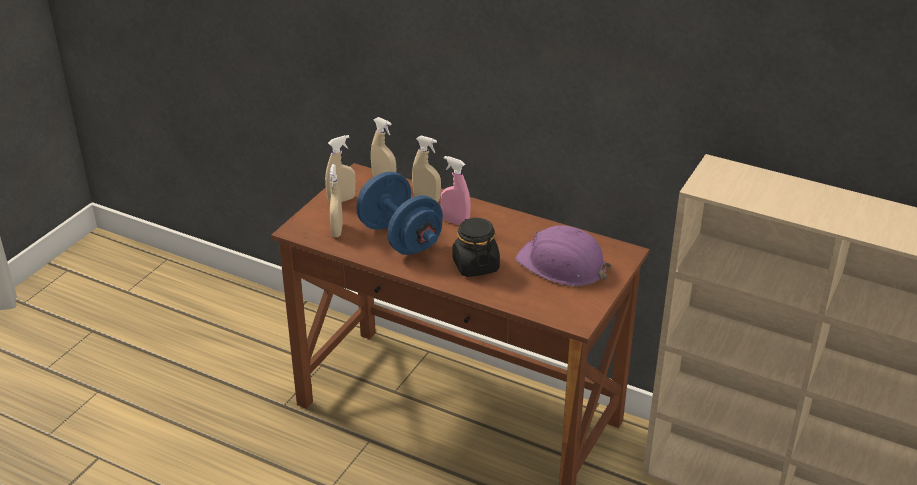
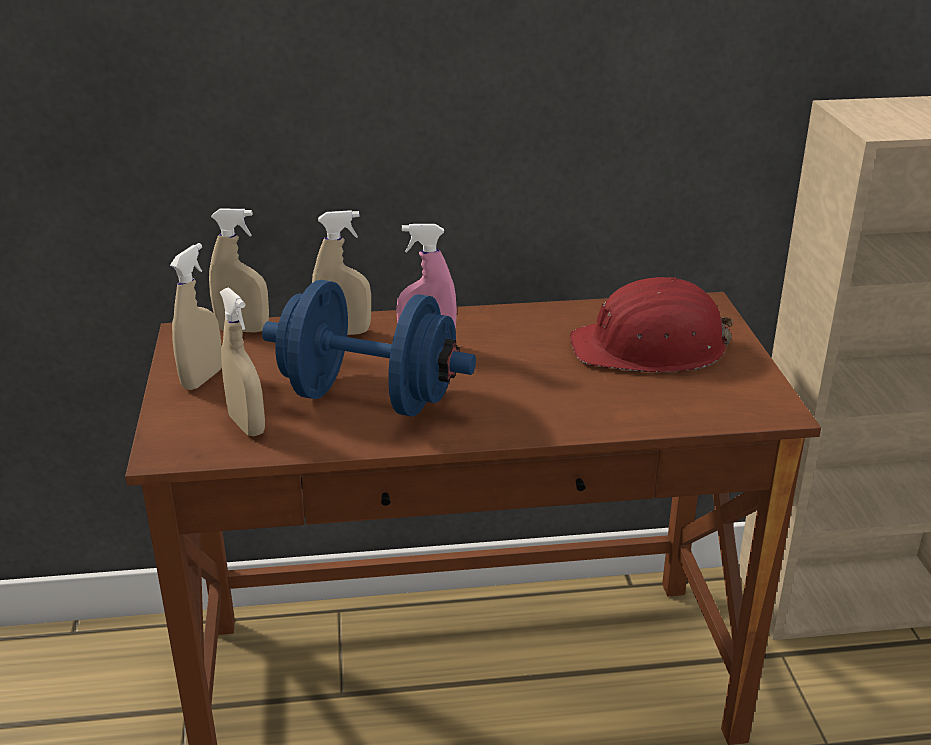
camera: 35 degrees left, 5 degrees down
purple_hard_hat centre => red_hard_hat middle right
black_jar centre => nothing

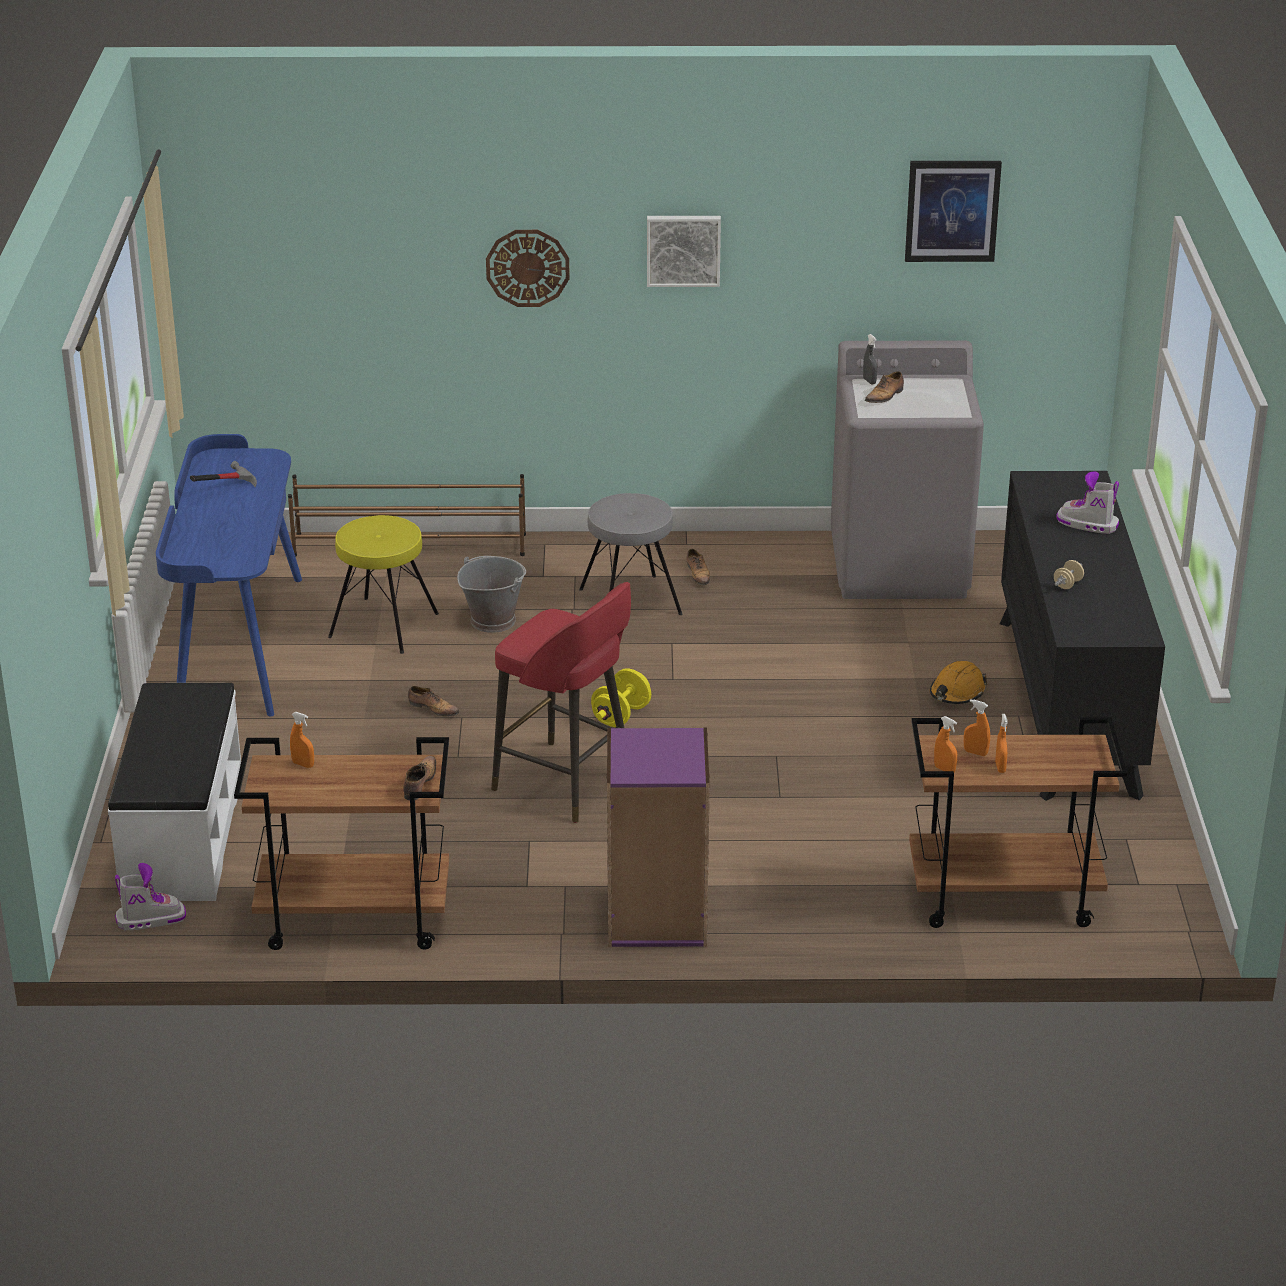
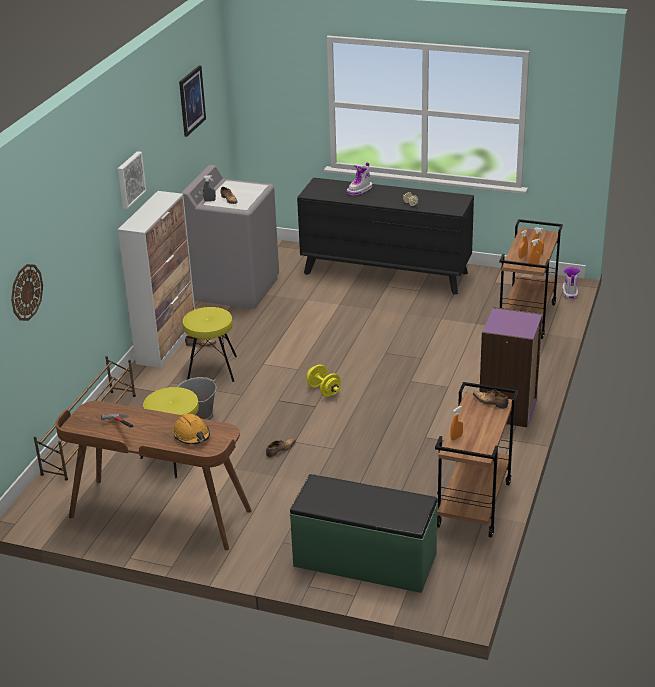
camera: 70 degrees left, 0 degrees up
wall_clock top centre => wall_clock middle left, relocated
blue_desk middle left => brown_desk bottom left
nothing => cabinet middle left
orange_hard_hat middle right => orange_hard_hat middle left, relocated
grey_stool centre => yellow_stool (no. 2 from left) middle left
white_bench middle left => green_bench bottom centre
boot (no. 1 from left in the first image) bottom left => boot (no. 2 from left) middle right, relocated
red_stool centre => nothing

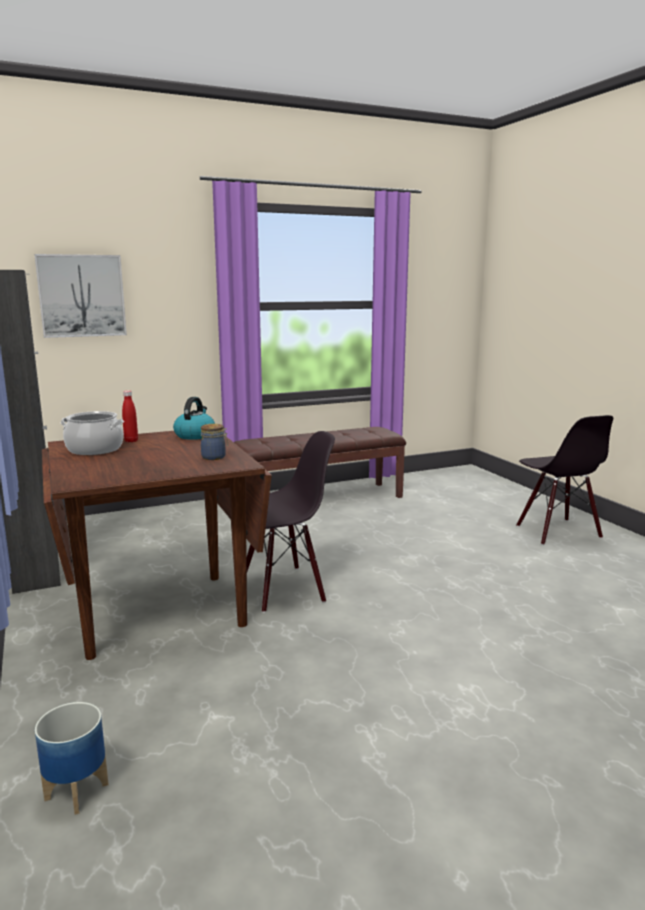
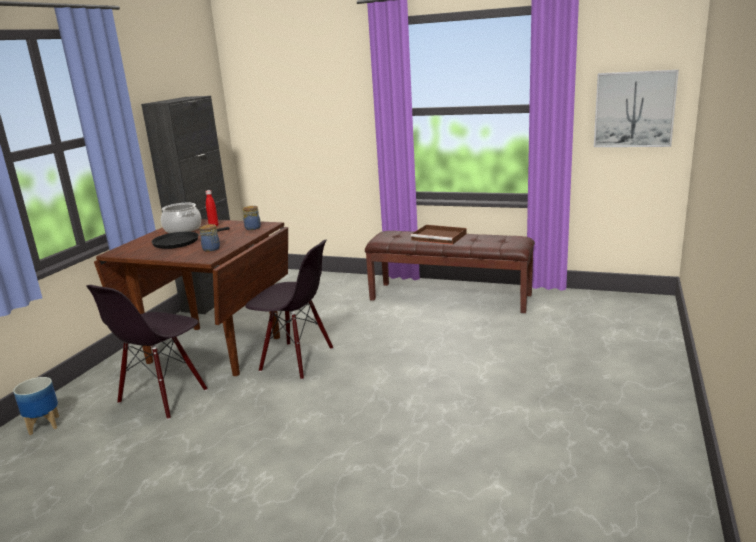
camera: 45 degrees right, 5 degrees up
black_chair (no. 2 from left in the first image) middle right => black_chair (no. 1 from left) middle left, relocated
nothing => black_frying_pan middle left
kettle middle left => jar (no. 2 from left) centre
nothing => brown_tray centre
picture top left => picture top right, relocated

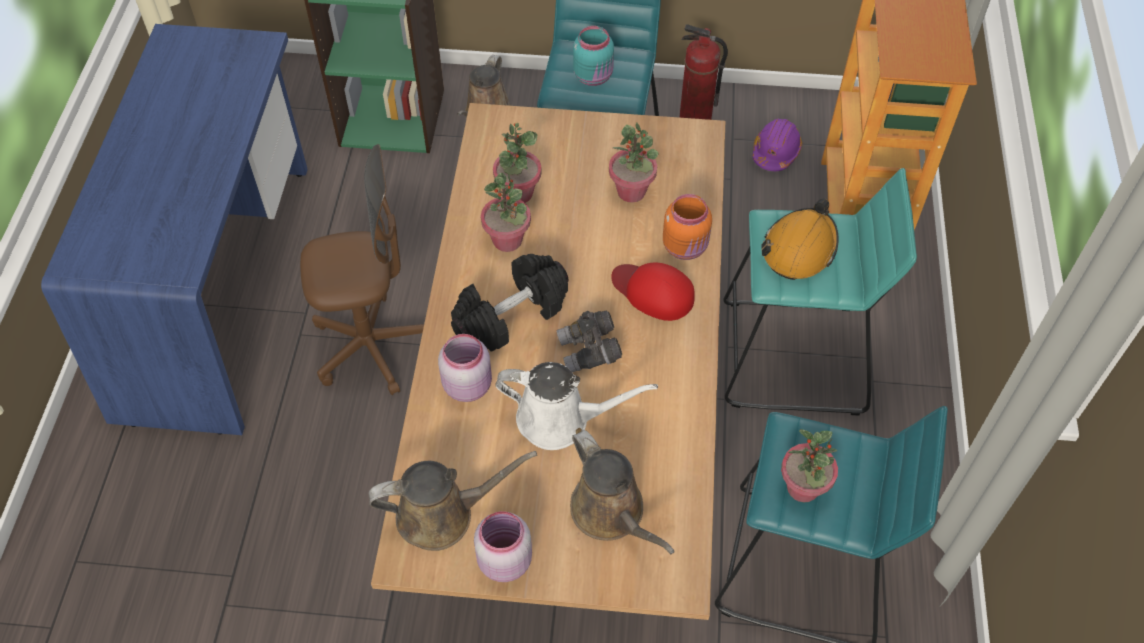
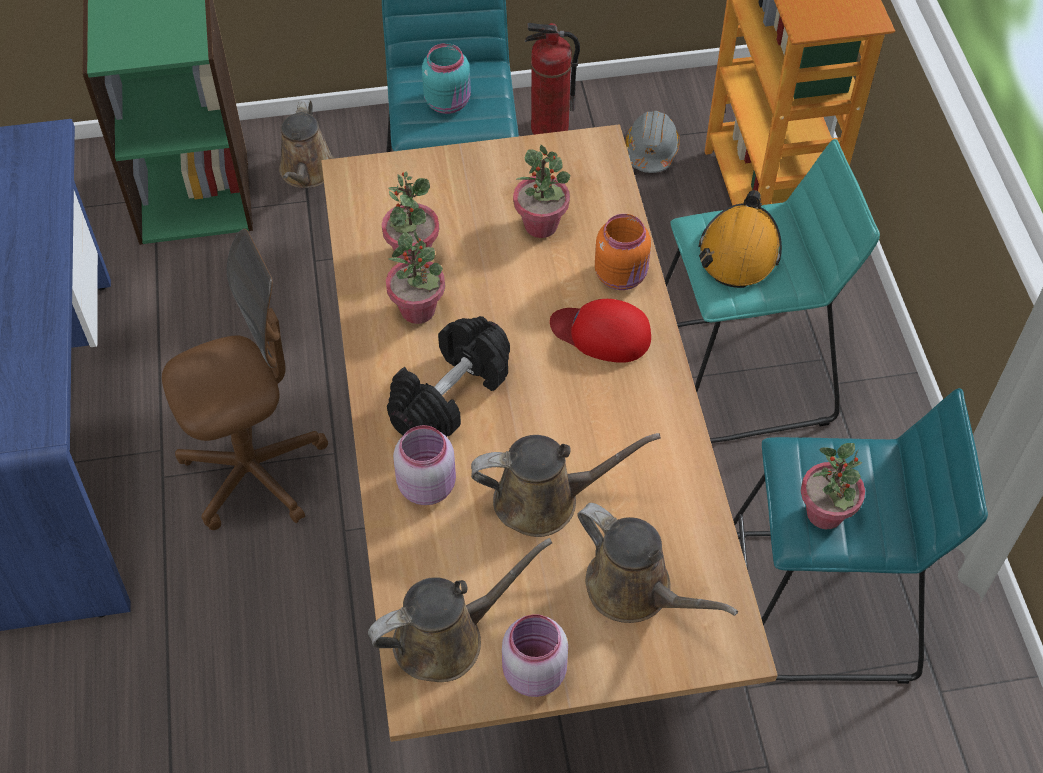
camera: 15 degrees left, 0 degrees up
white_watering_can centre => brown_watering_can (no. 3 from left) centre
purple_hard_hat top right => grey_hard_hat top centre
grey_binoculars centre => nothing

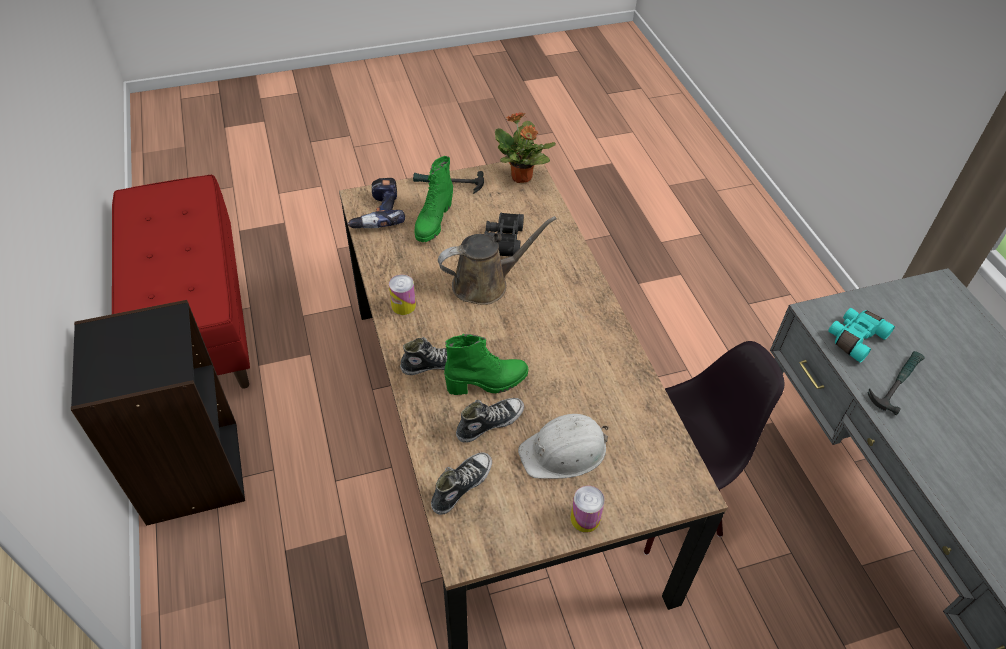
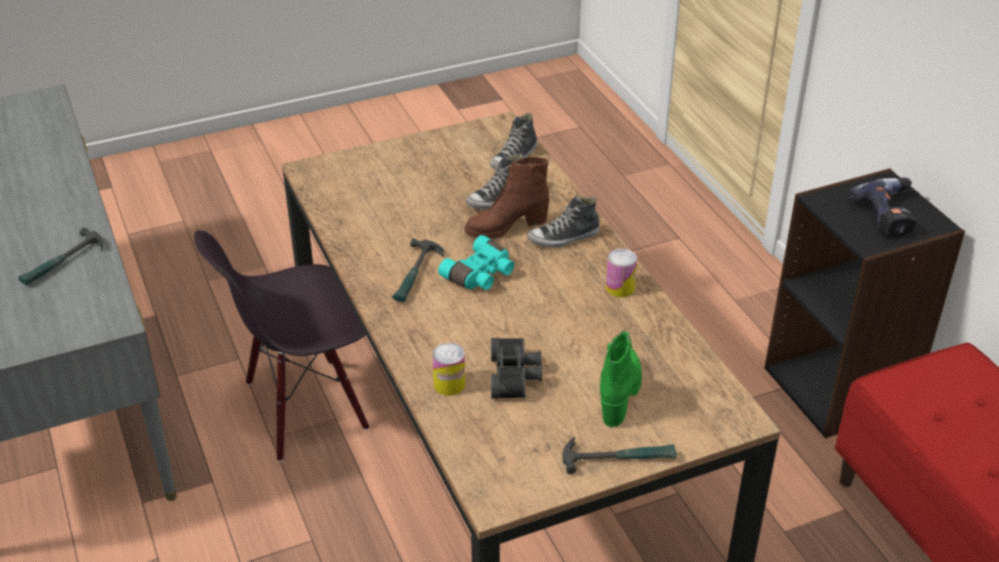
camera: 175 degrees right, 10 degrees down
nothing => hammer (no. 2 from left) centre
can (no. 2 from left in the first image) bottom centre => can (no. 1 from left) centre, relocated
turquoise_binoculars middle right => turquoise_binoculars centre, relocated
green_boot (no. 2 from left) centre => brown_boot centre
power_drill top centre => power_drill middle right, relocated
brown_watering_can centre => nothing
potted_plant top centre => nothing
white_hard_hat bottom centre => nothing

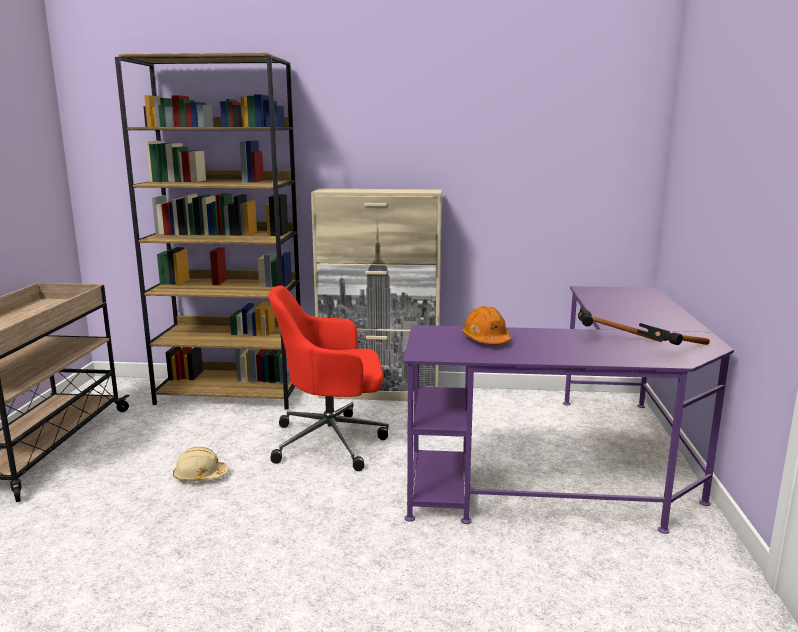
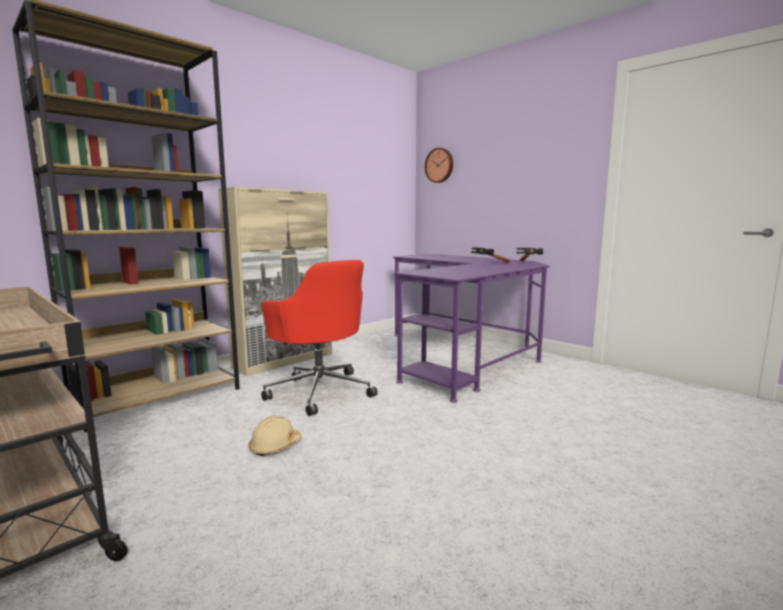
camera: 50 degrees left, 5 degrees down
red_office_chair centre, 75 degrees counterclockwise
nothing => wall_clock top centre
orange_hard_hat centre => nothing

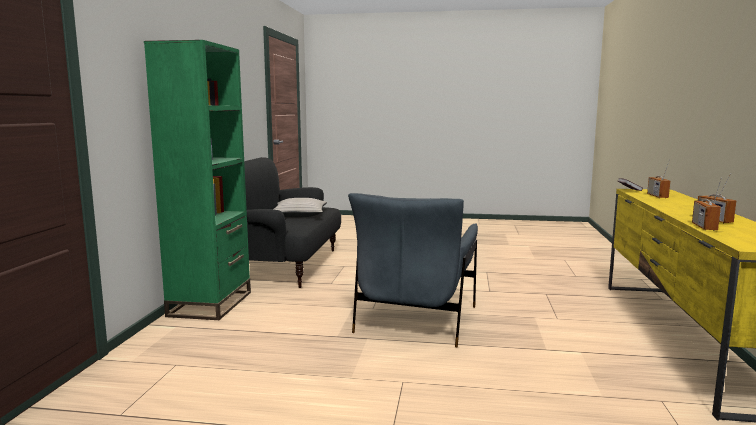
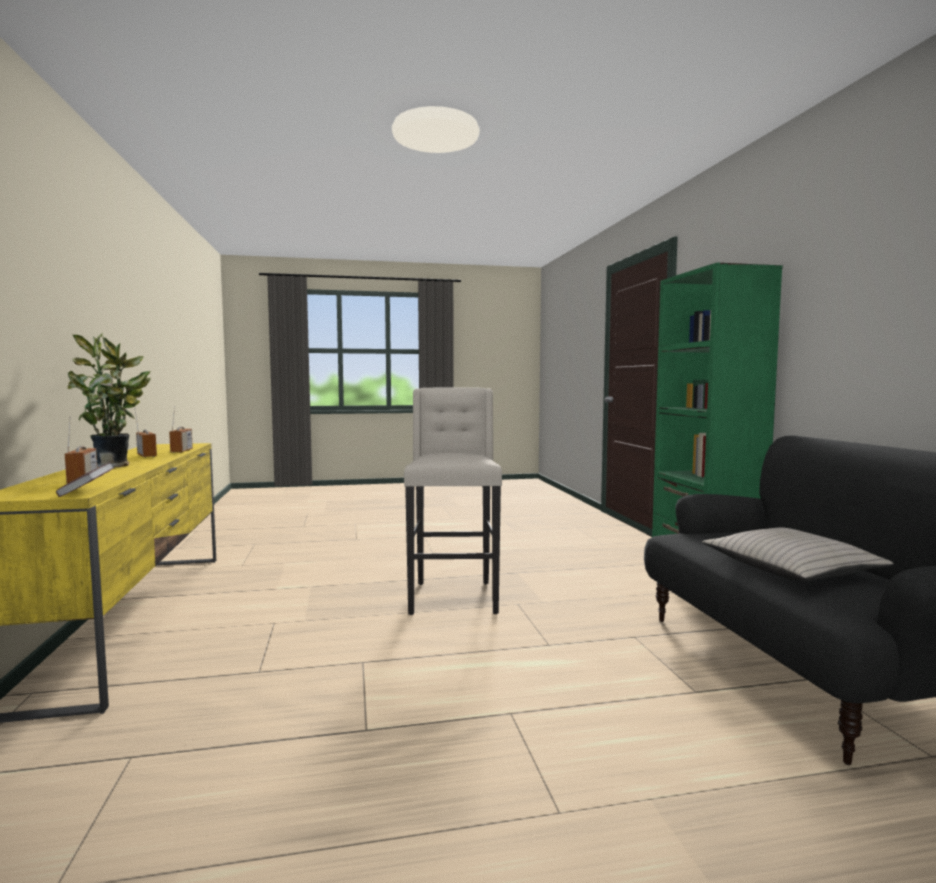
camera: 160 degrees right, 5 degrees down
nothing => potted_plant middle left
grey_armchair centre => beige_stool centre

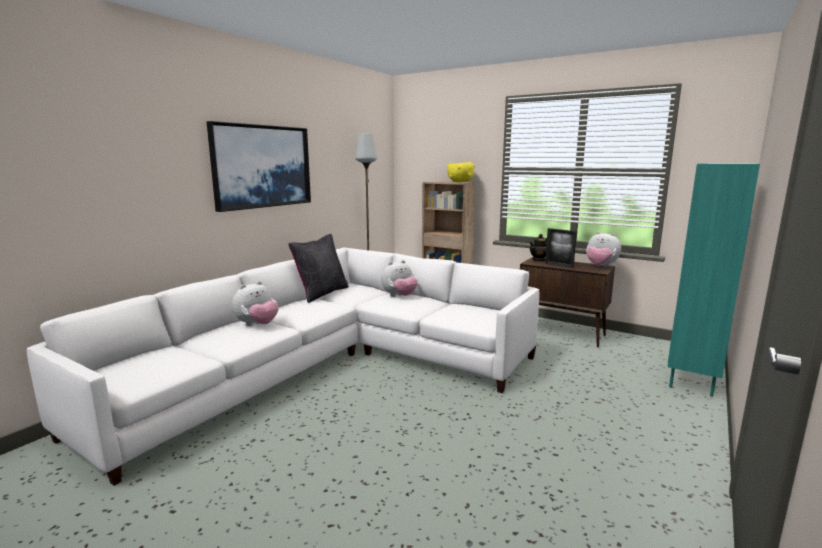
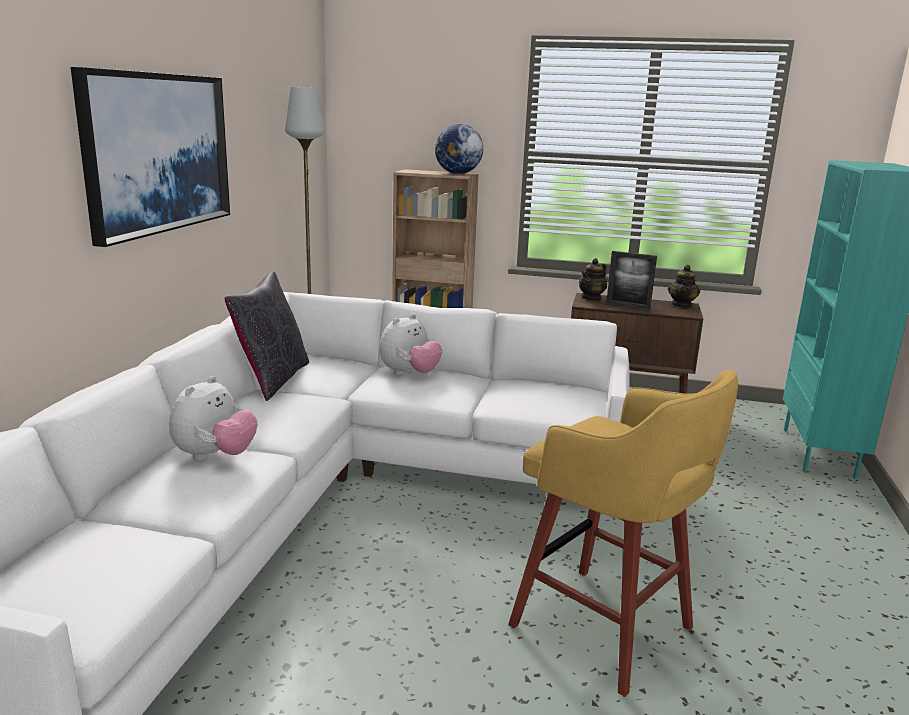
camera: 20 degrees left, 5 degrees up
yellow_bowl top centre => globe top centre
nothing => yellow_stool bottom right
plush_toy (no. 3 from left) middle right => teapot (no. 2 from left) middle right

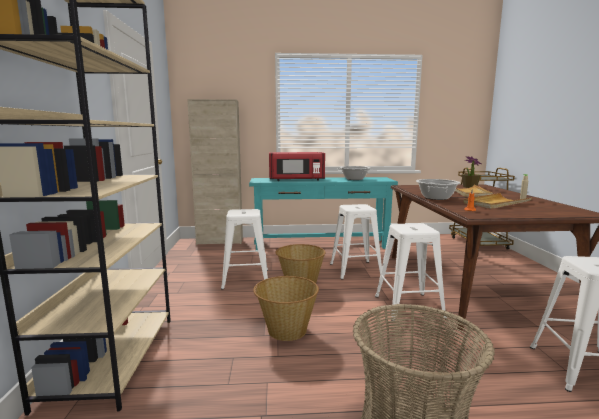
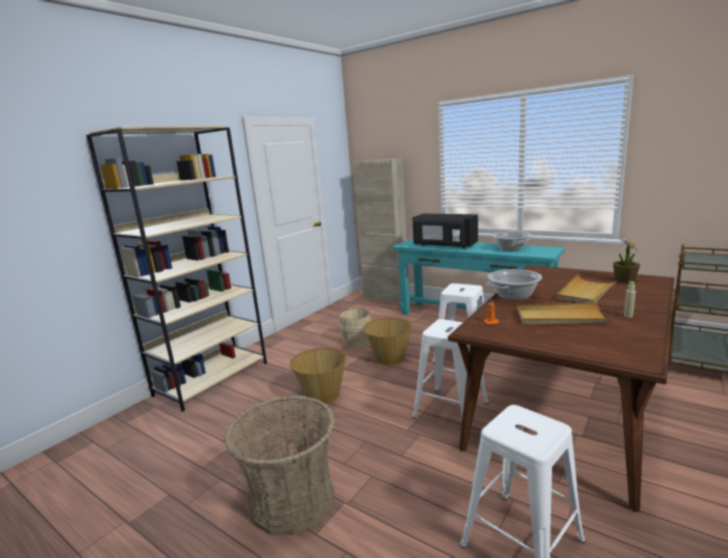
camera: 40 degrees right, 5 degrees up
white_stool (no. 1 from left) centre => beige_bucket centre
red_microwave centre => black_microwave centre

